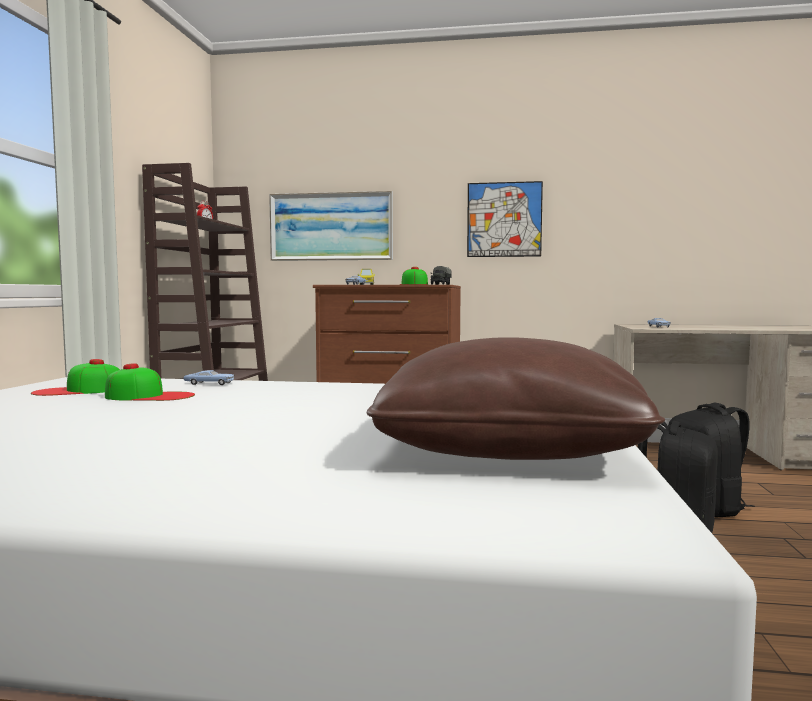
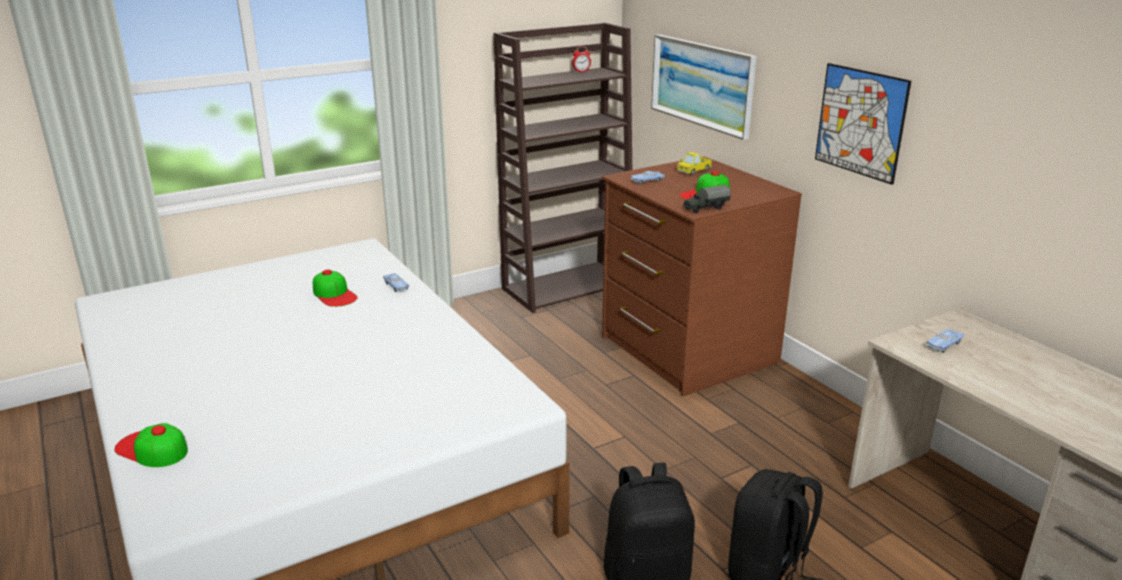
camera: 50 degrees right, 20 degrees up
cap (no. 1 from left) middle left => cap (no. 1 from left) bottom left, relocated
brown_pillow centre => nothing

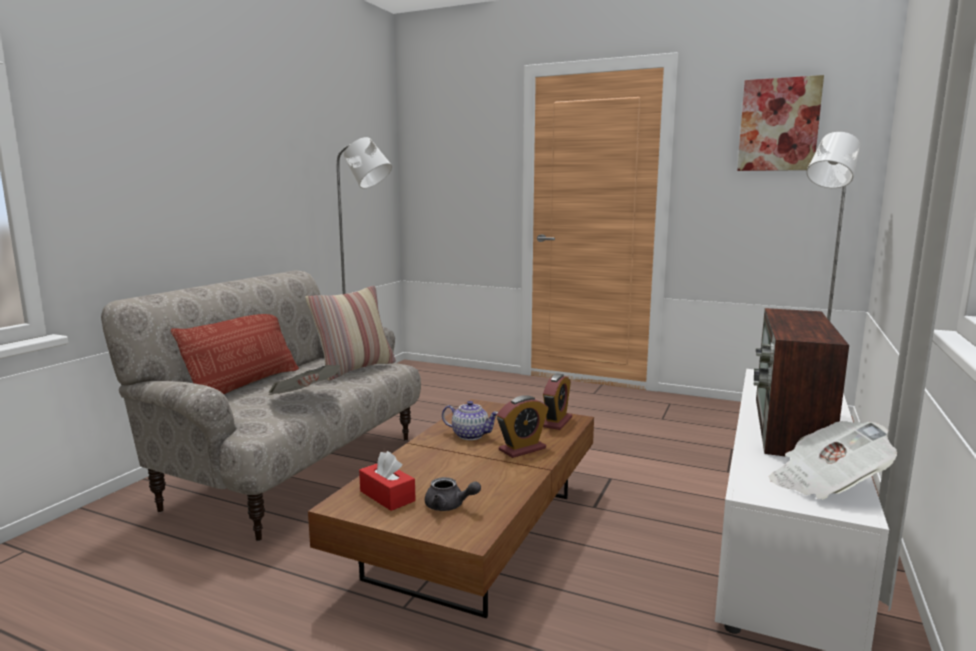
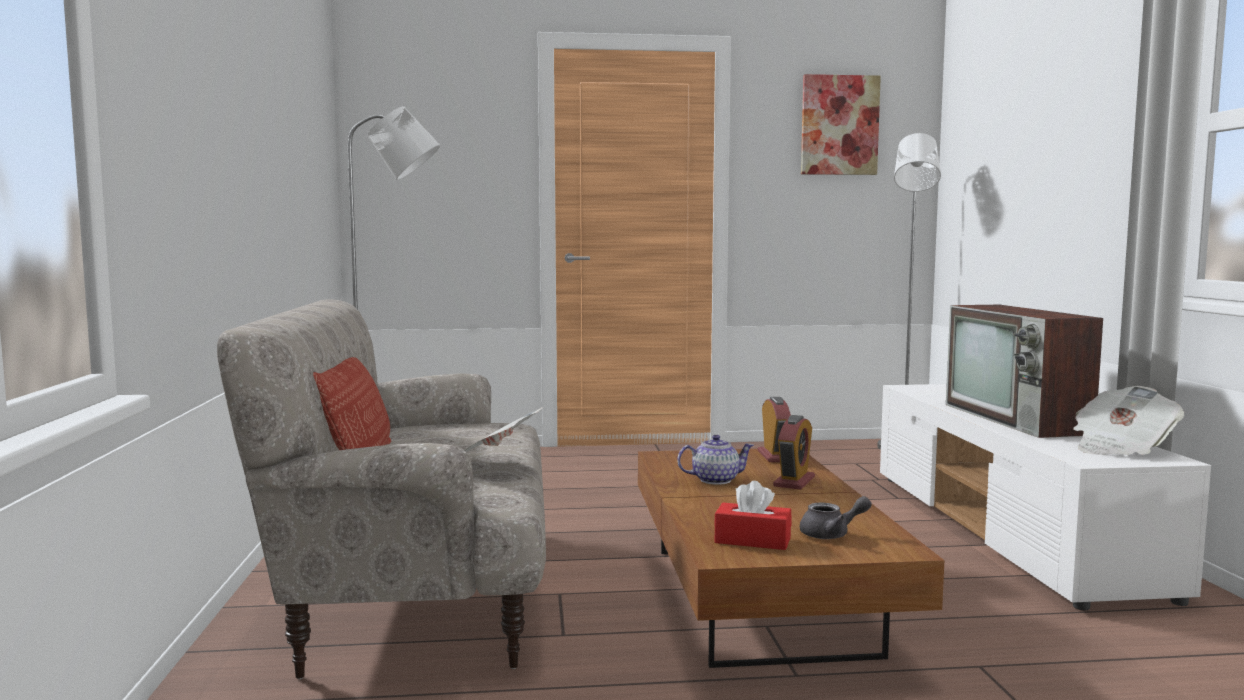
camera: 30 degrees left, 5 degrees down
pillow (no. 2 from left) centre => nothing

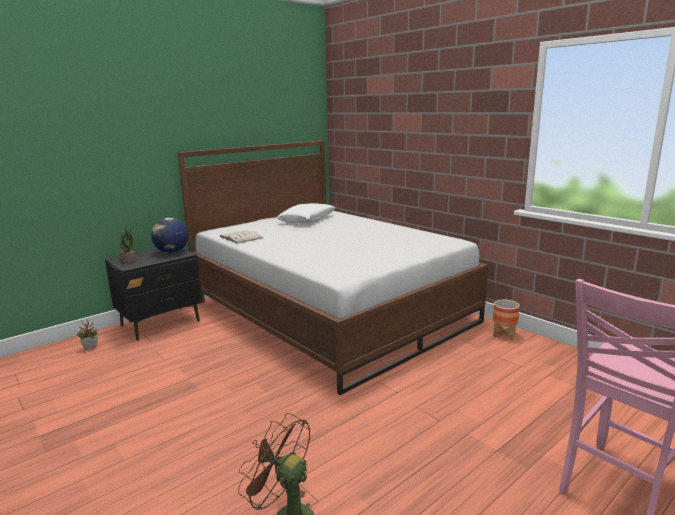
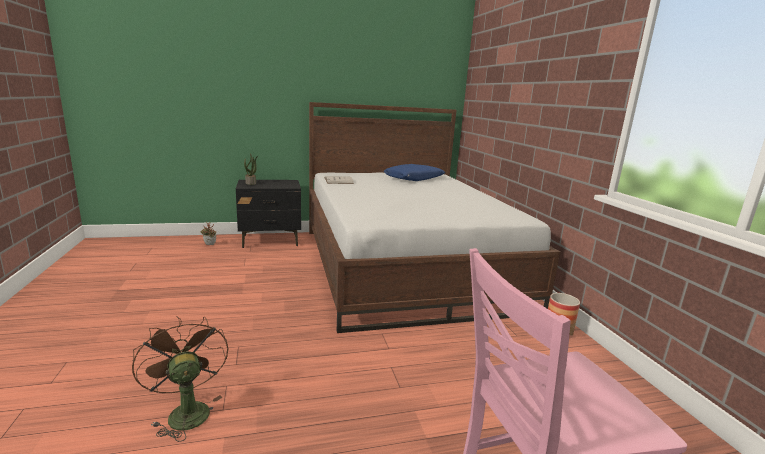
camera: 25 degrees right, 0 degrees up
white_pillow centre => blue_pillow centre
globe middle left => nothing

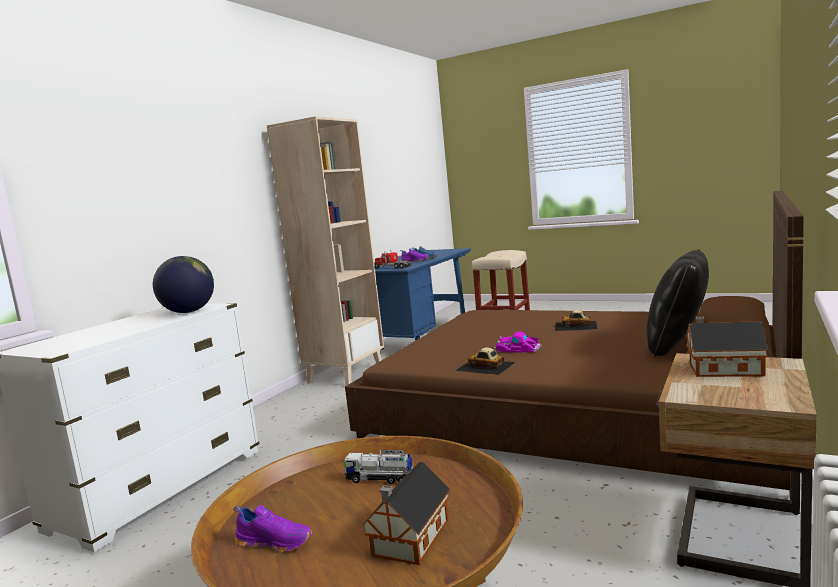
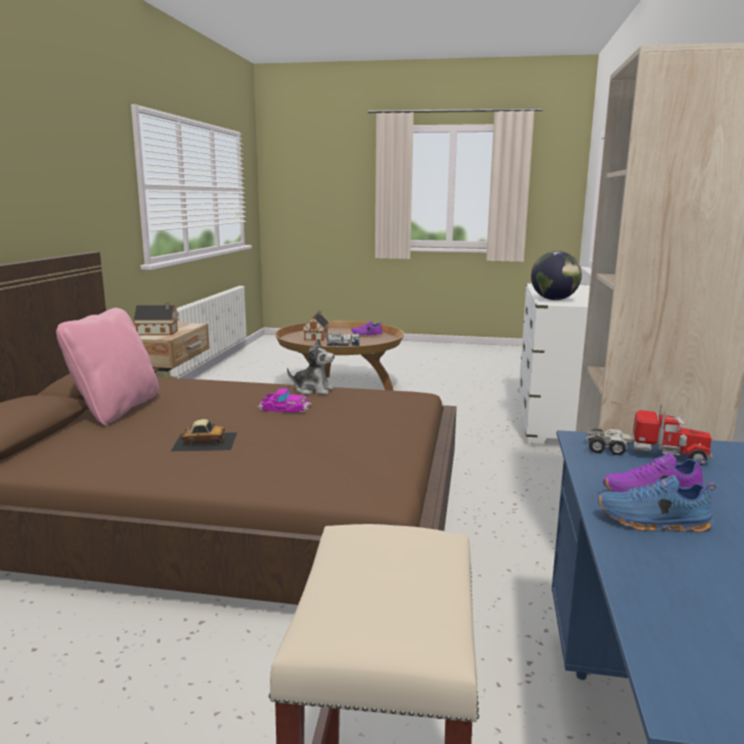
camera: 160 degrees right, 5 degrees up
black_pillow middle right => pink_pillow middle left
toy_car (no. 1 from left) centre => plush_toy centre

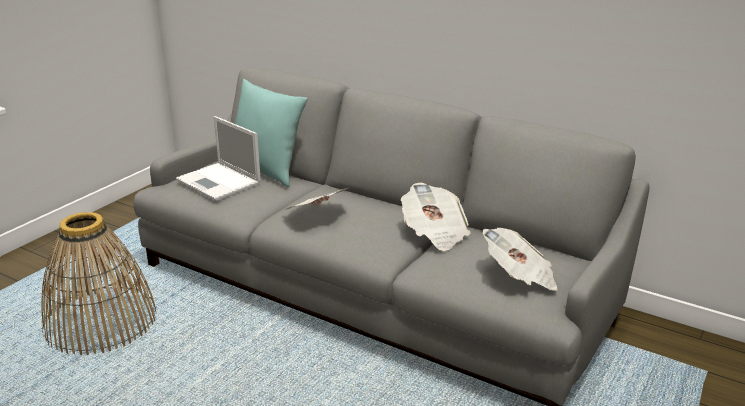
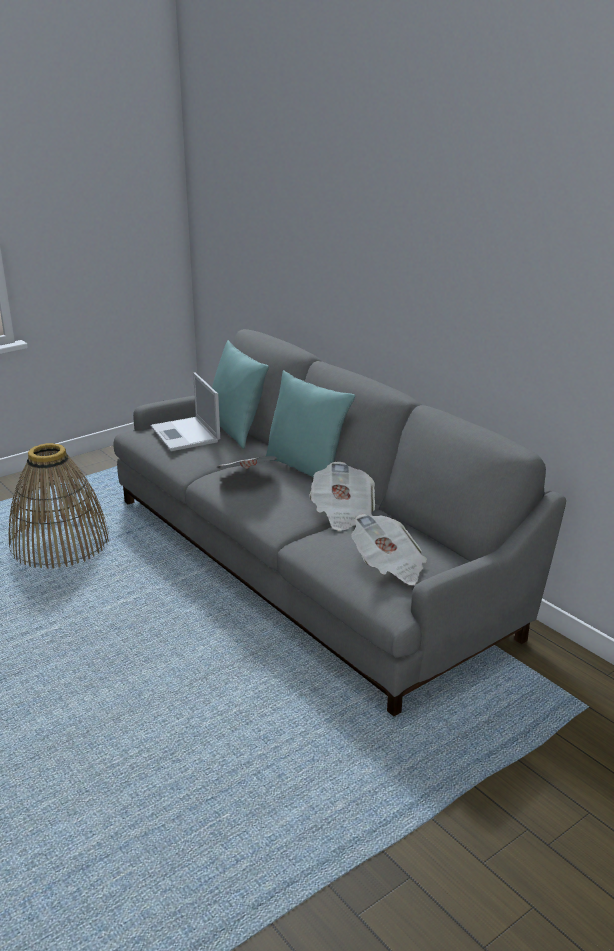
camera: 20 degrees right, 0 degrees up
nothing => turquoise_pillow (no. 2 from left) centre

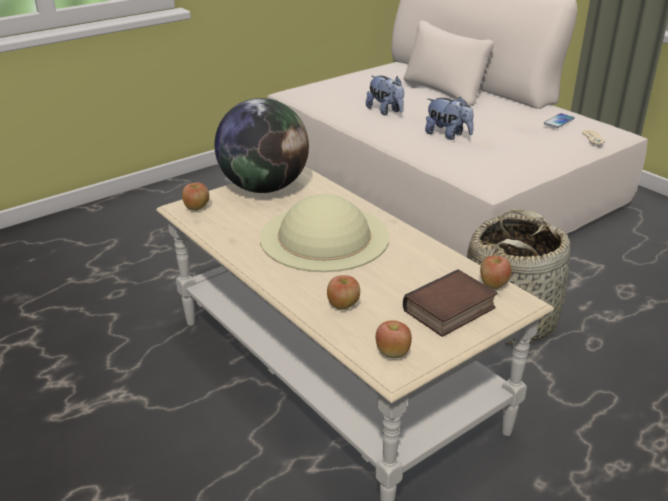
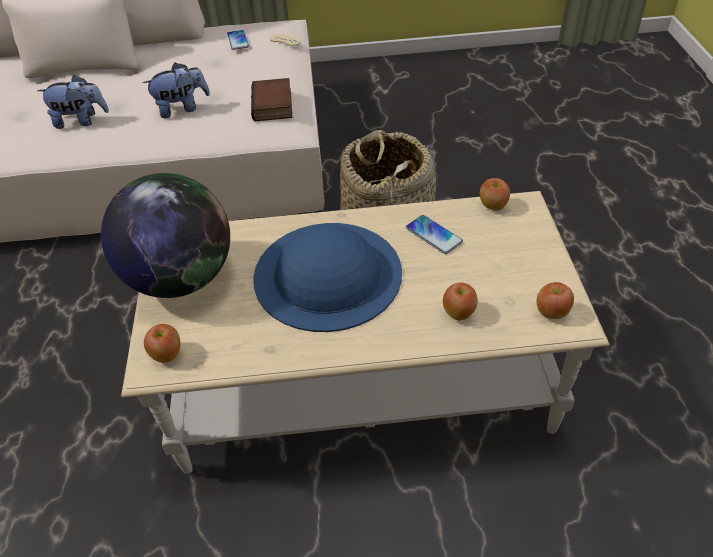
camera: 55 degrees left, 15 degrees up
book middle right => book top centre, relocated
beige_hat centre => blue_hat centre
nothing => phone (no. 2 from left) centre

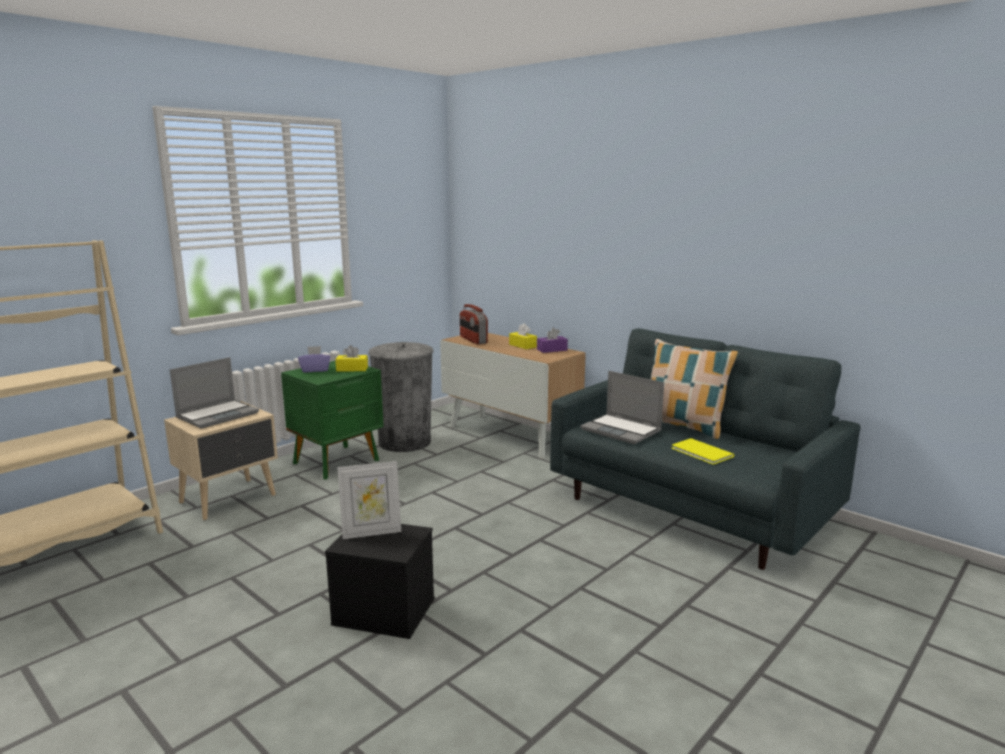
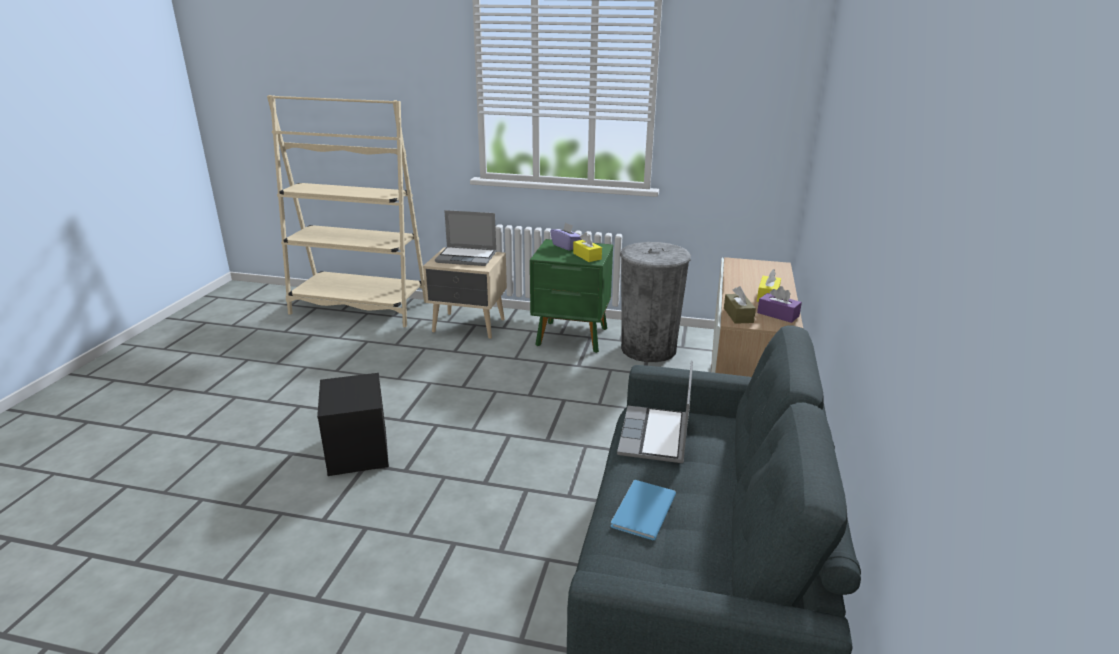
camera: 60 degrees right, 10 degrees up
yellow_book middle right => blue_book bottom centre
nothing => brown_tissue_box centre
picture_frame centre => nothing
radio centre => nothing
pillow middle right => nothing

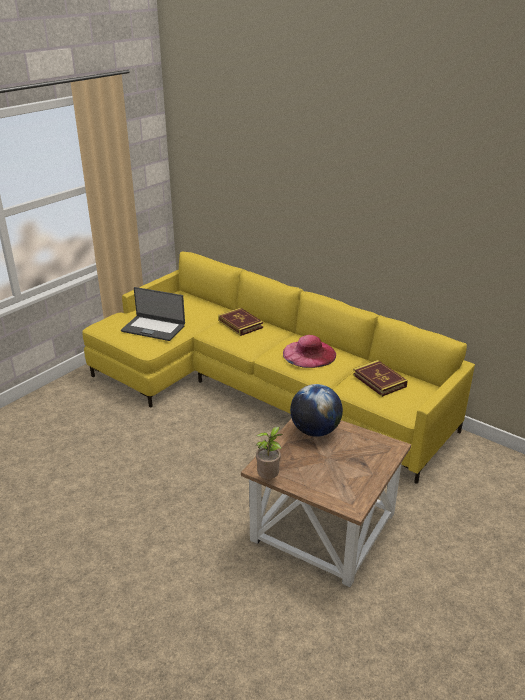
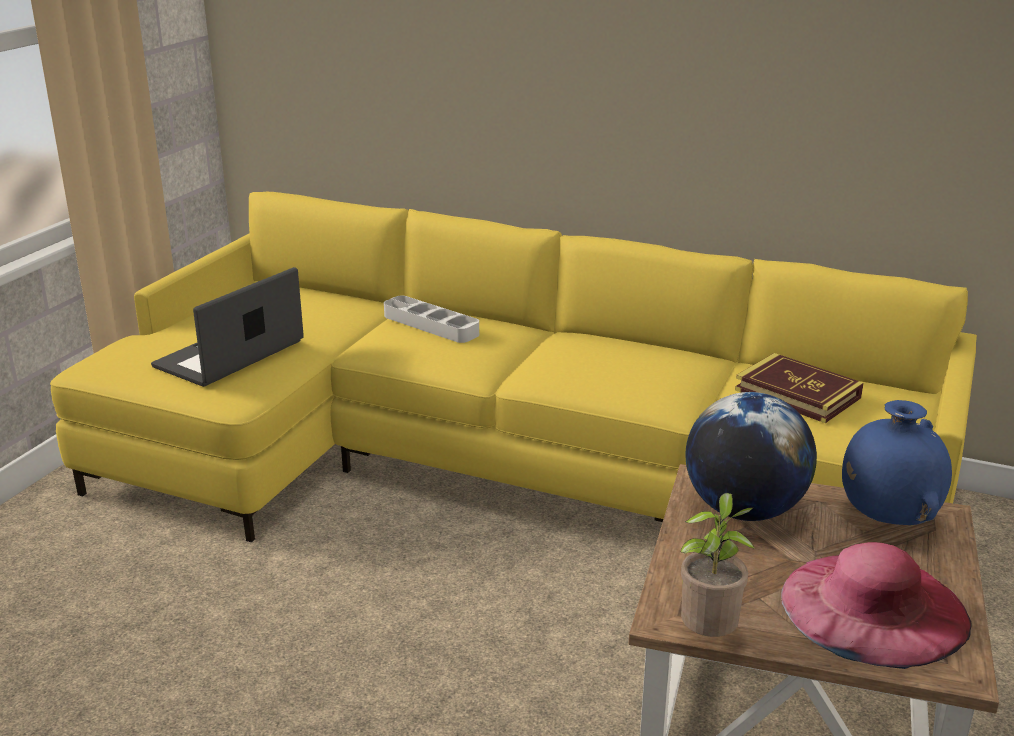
camera: 15 degrees left, 5 degrees down
laptop middle left, 120 degrees clockwise
book (no. 1 from left) centre => grey_tray centre
pink_hat centre => pink_hat bottom right, relocated
nothing => blue_vase middle right

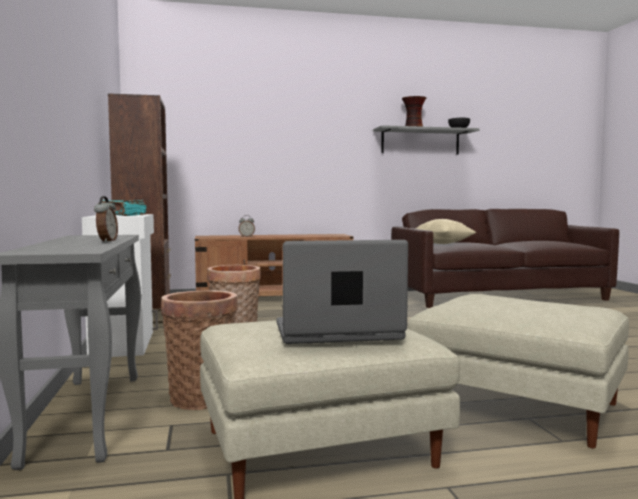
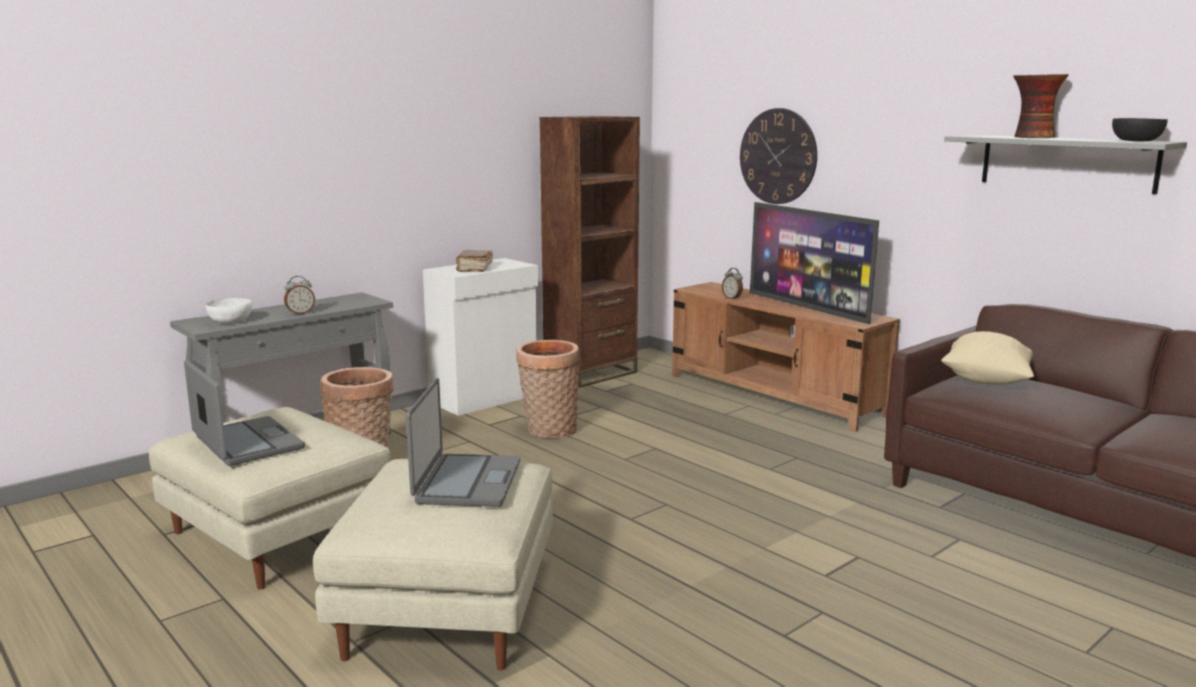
camera: 60 degrees right, 10 degrees up
nothing => white_bowl middle left
nothing => laptop (no. 2 from left) centre
turquoise_book middle left => brown_book centre
nothing => wall_clock top centre
nothing => television middle right

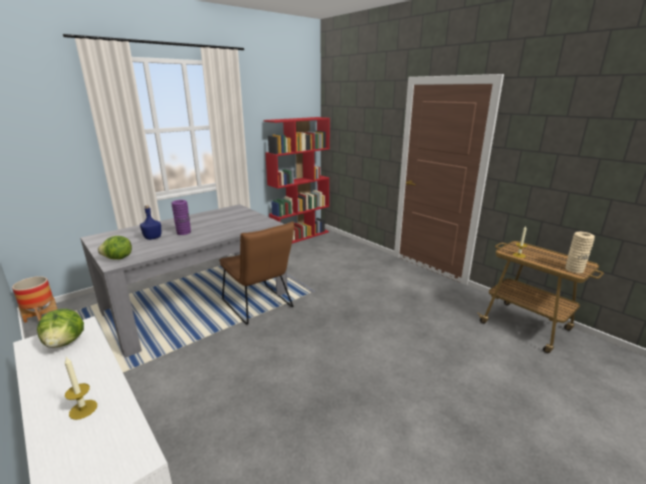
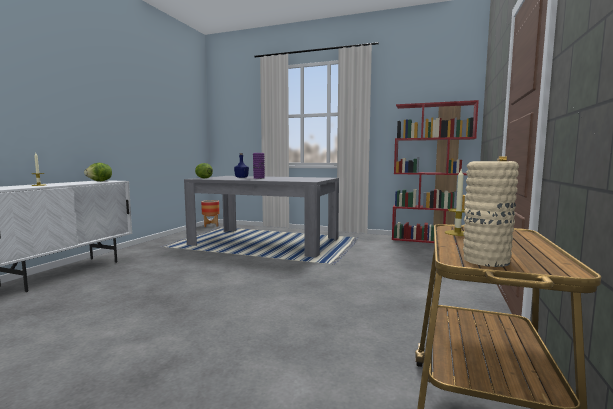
camera: 60 degrees right, 15 degrees down
brown_chair centre => nothing

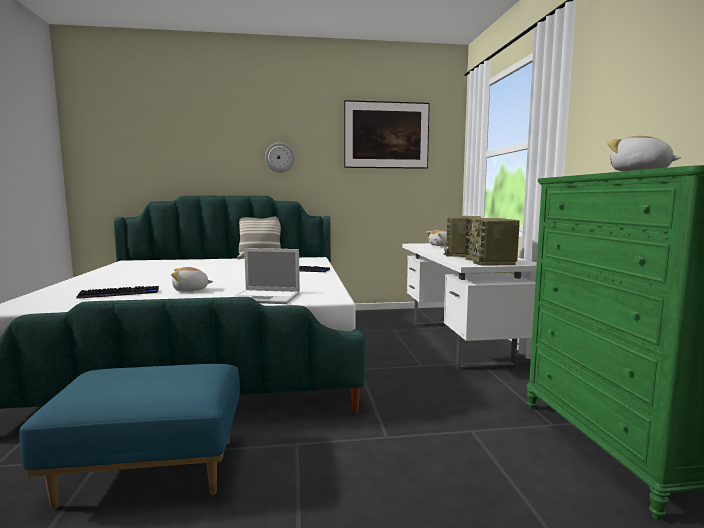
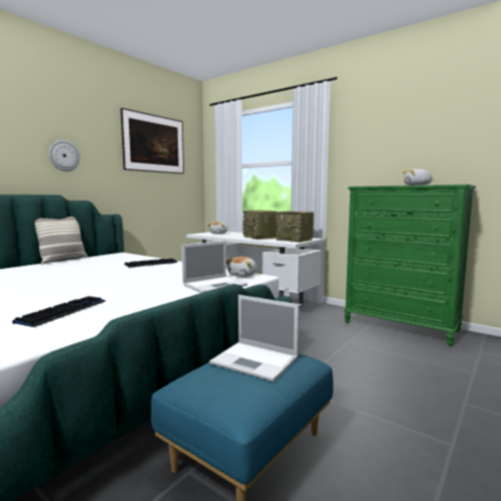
camera: 45 degrees left, 0 degrees up
nothing => laptop (no. 2 from left) bottom centre
plush_toy (no. 1 from left in the first image) middle left => plush_toy (no. 2 from left) centre, relocated

